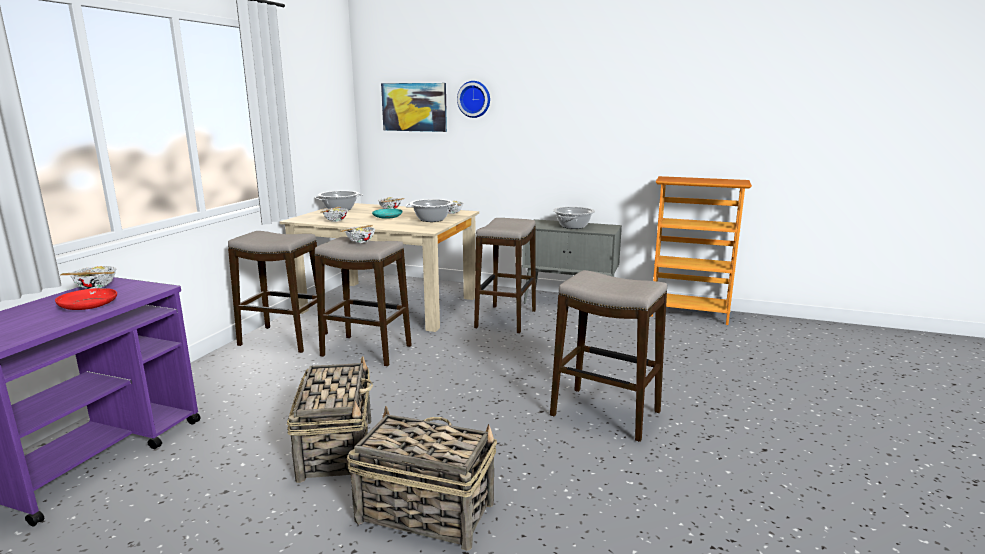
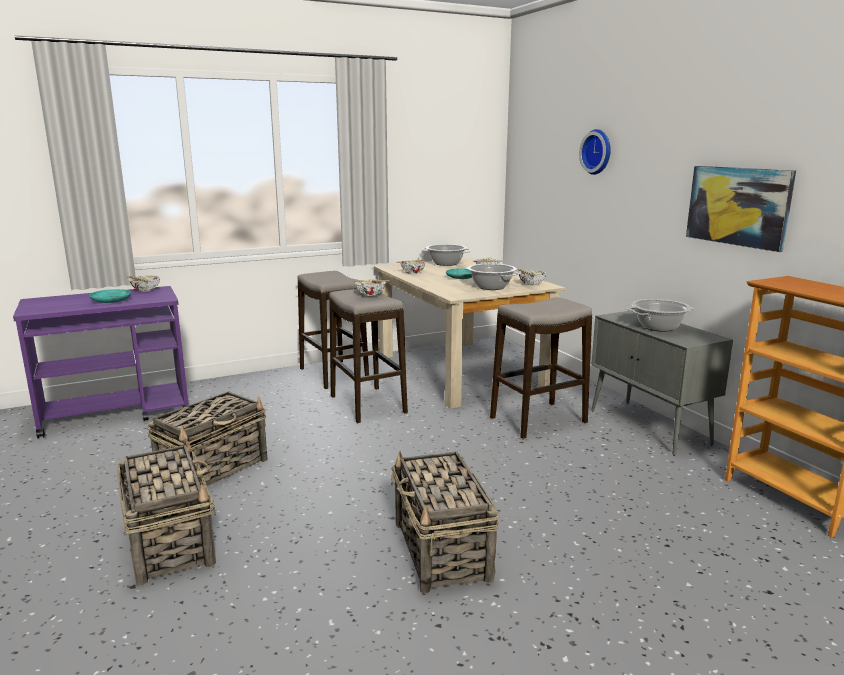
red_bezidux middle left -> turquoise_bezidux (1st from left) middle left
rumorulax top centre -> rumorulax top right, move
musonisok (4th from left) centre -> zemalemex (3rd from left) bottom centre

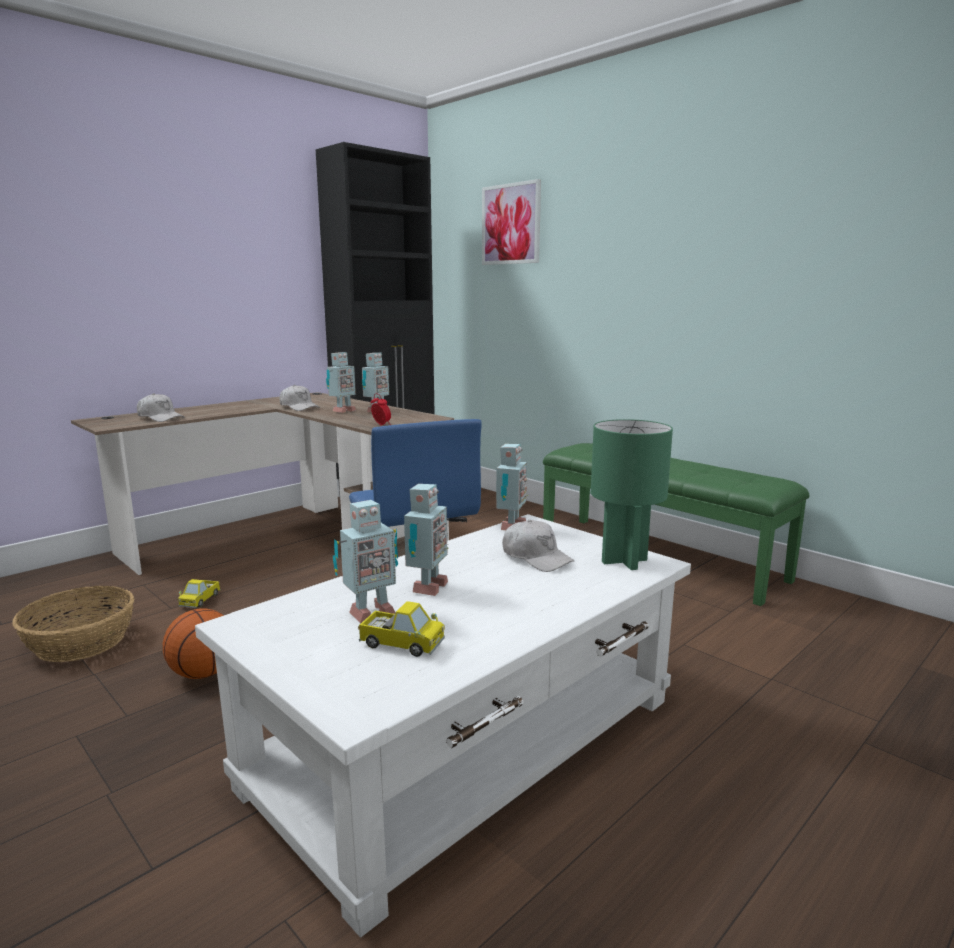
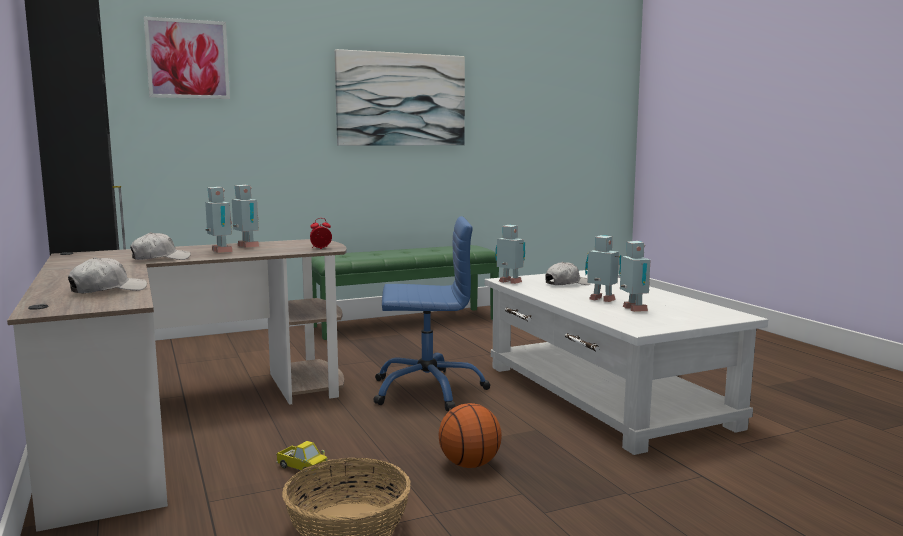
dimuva (2nd from left) centre -> none
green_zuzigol centre -> none
none -> rumorulax (2nd from left) top centre

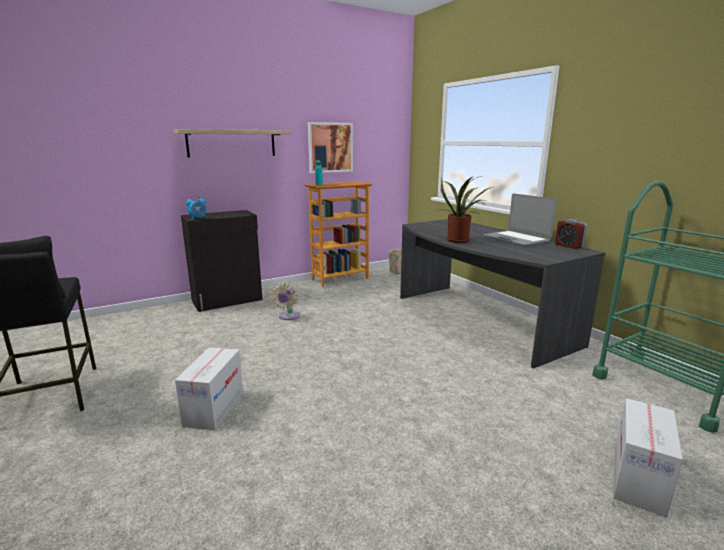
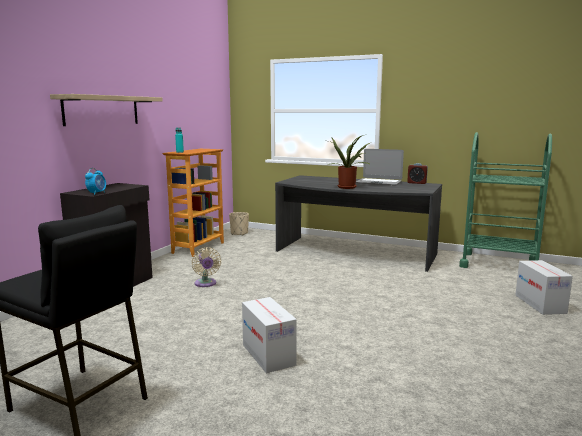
rumorulax top centre -> none

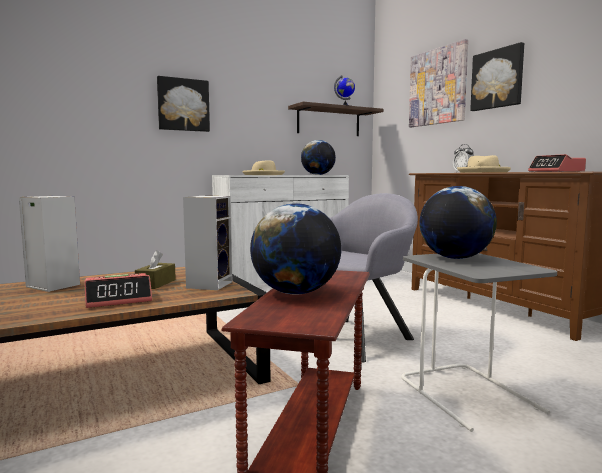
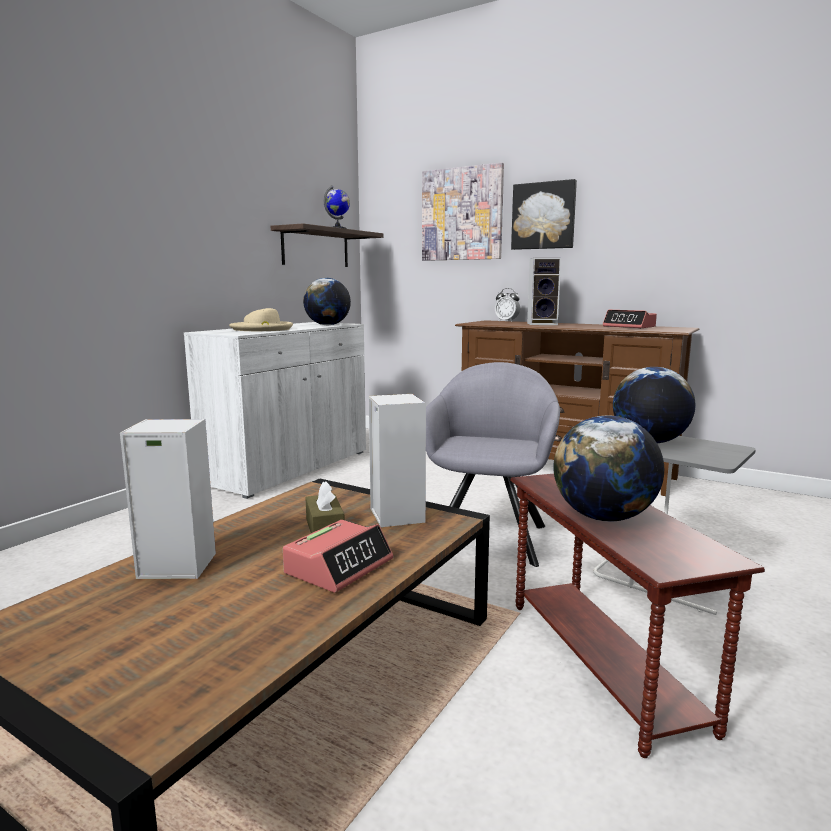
rumorulax (1st from left) top left -> none
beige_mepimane (2nd from left) middle right -> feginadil (3rd from left) centre

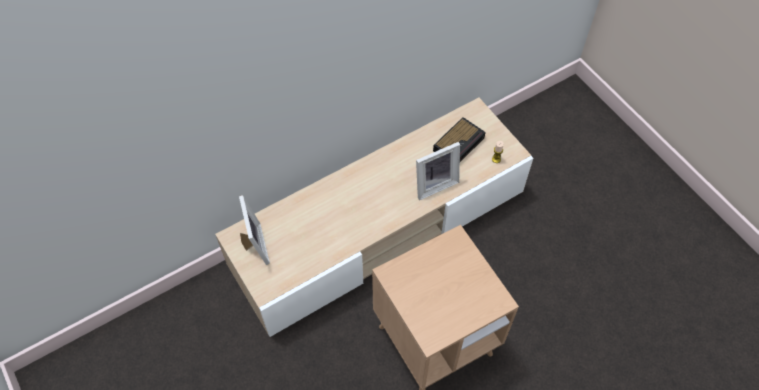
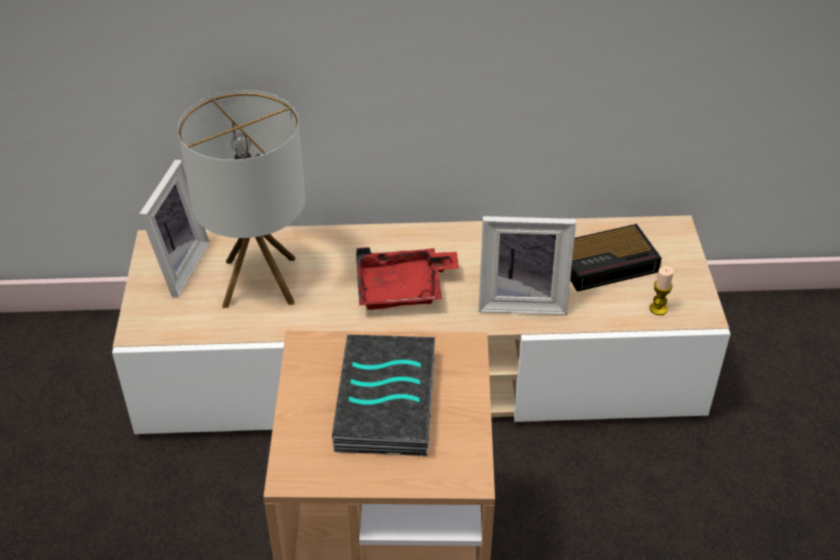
none -> zuzigol middle left
none -> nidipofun bottom centre
none -> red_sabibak centre

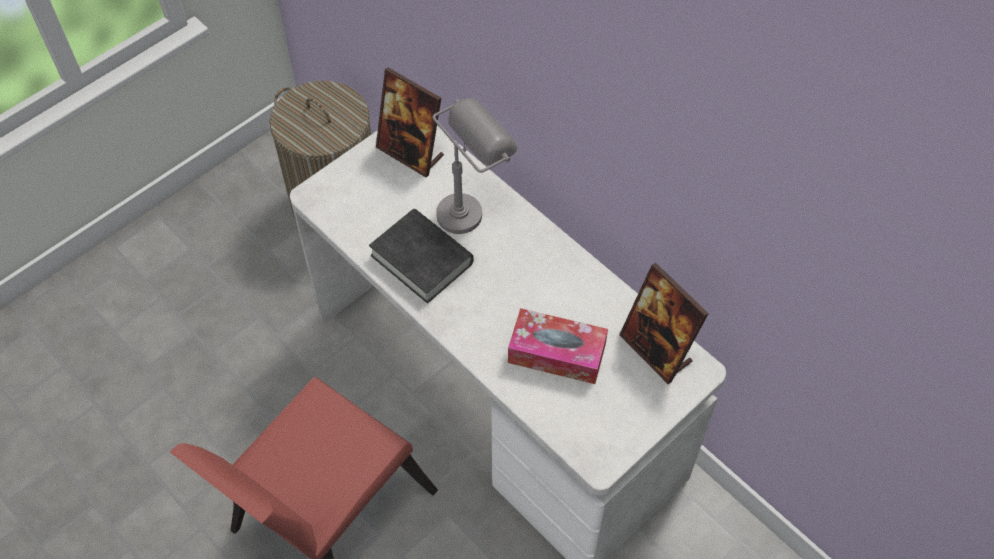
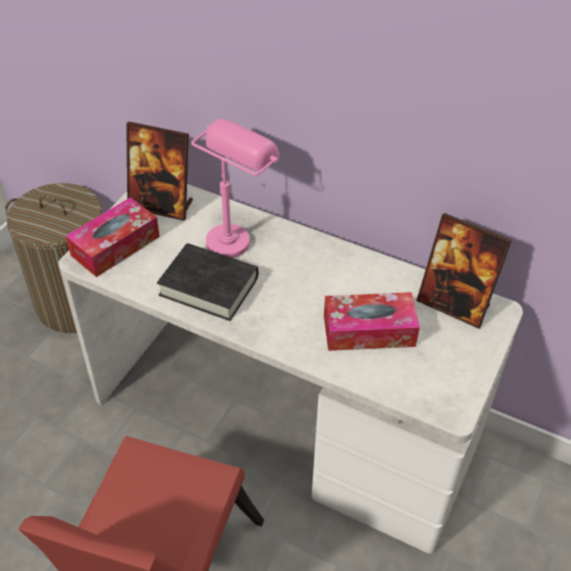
grey_zuzigol top centre -> pink_zuzigol top centre
none -> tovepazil (1st from left) middle left

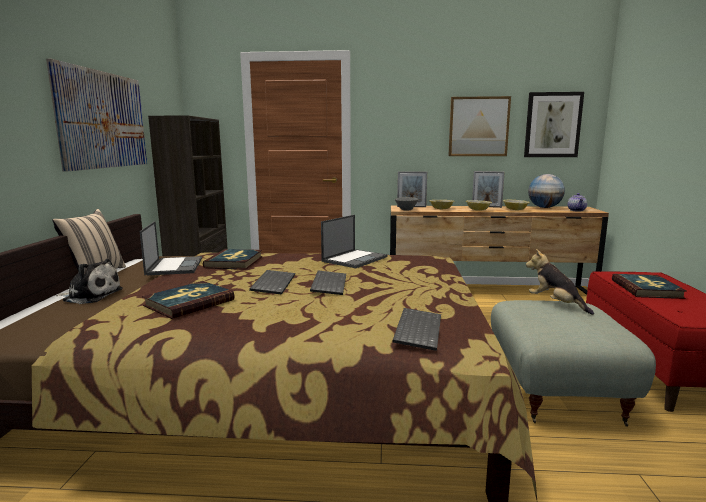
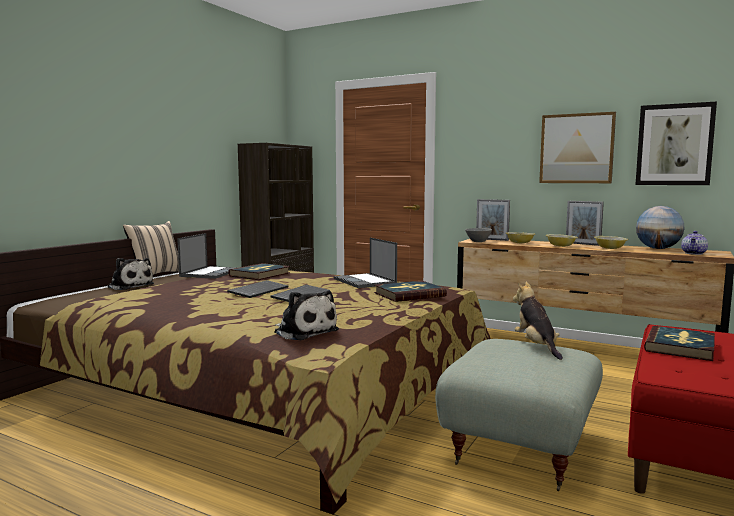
rumorulax (1st from left) top left -> none
nidipofun (1st from left in the first image) middle left -> nidipofun (2nd from left) centre, move
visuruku (2nd from left) centre, 90 degrees clockwise
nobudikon (3rd from left) centre -> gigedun (2nd from left) centre

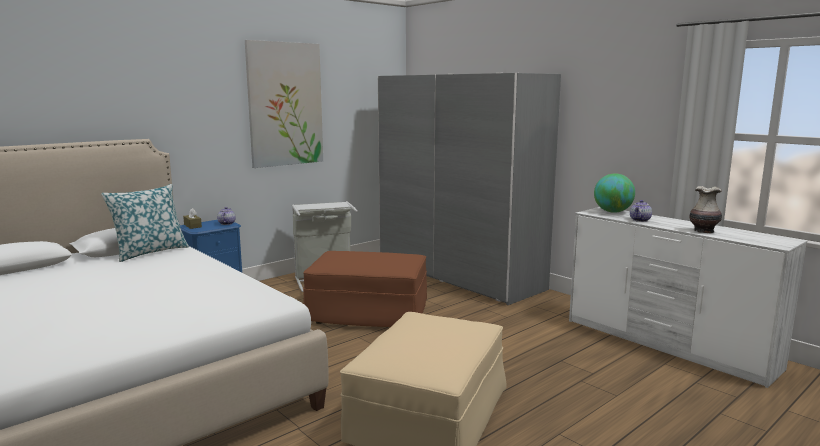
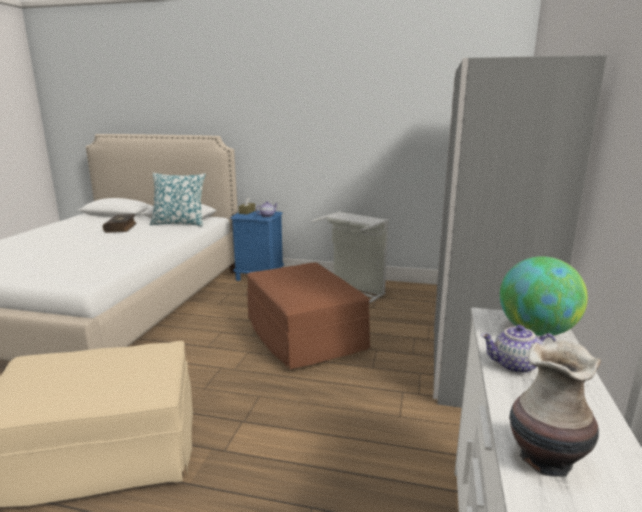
rumorulax top centre -> none
none -> nidipofun middle left

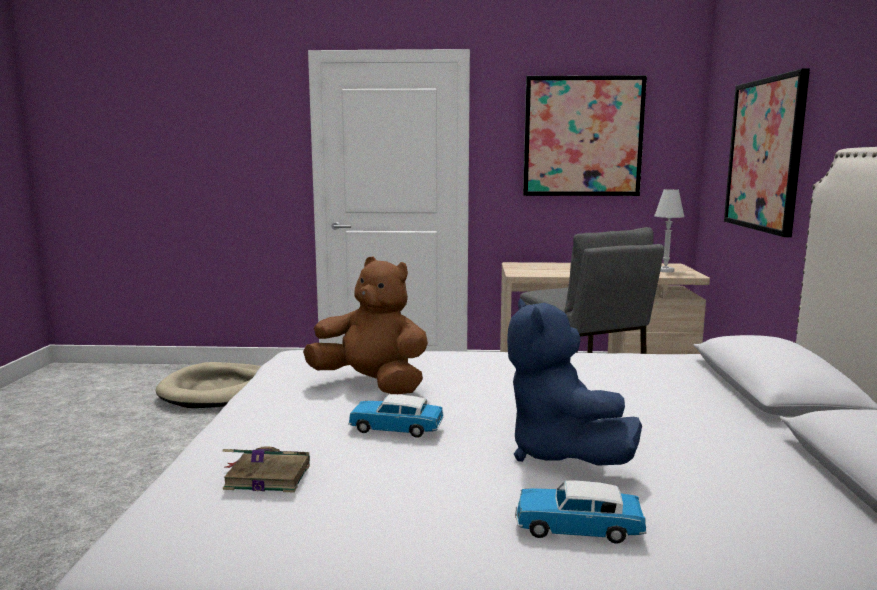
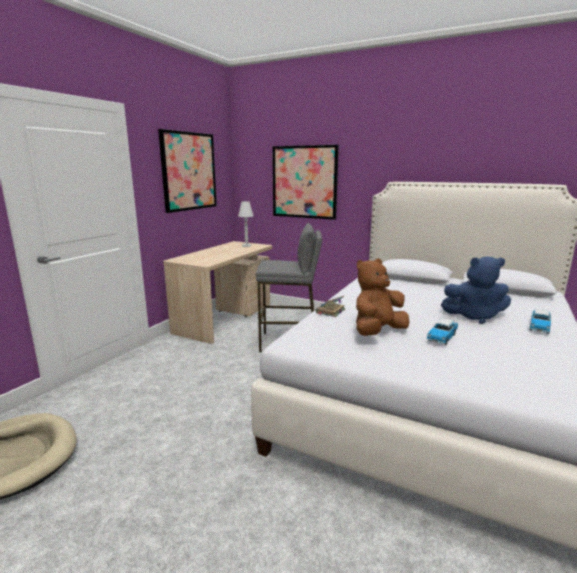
nidipofun bottom left -> nidipofun centre, move

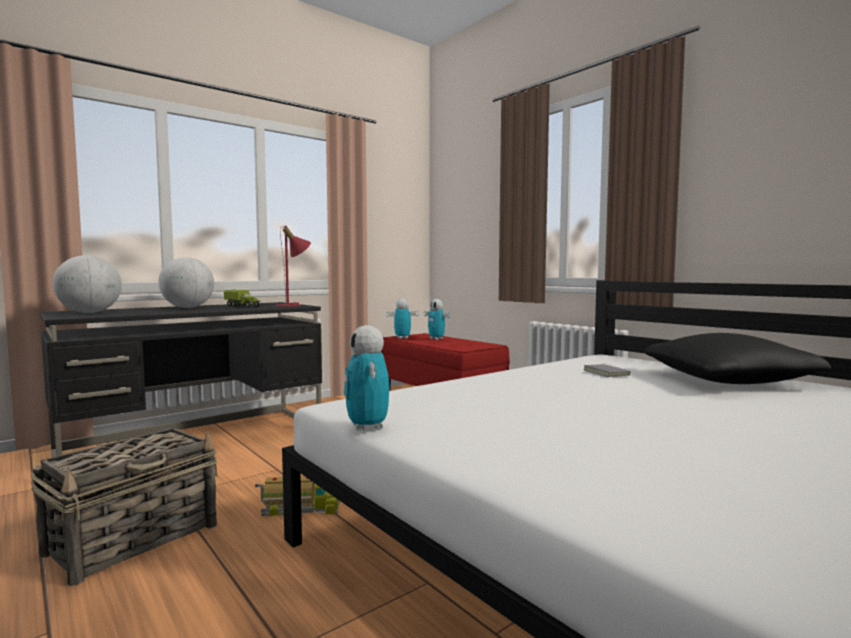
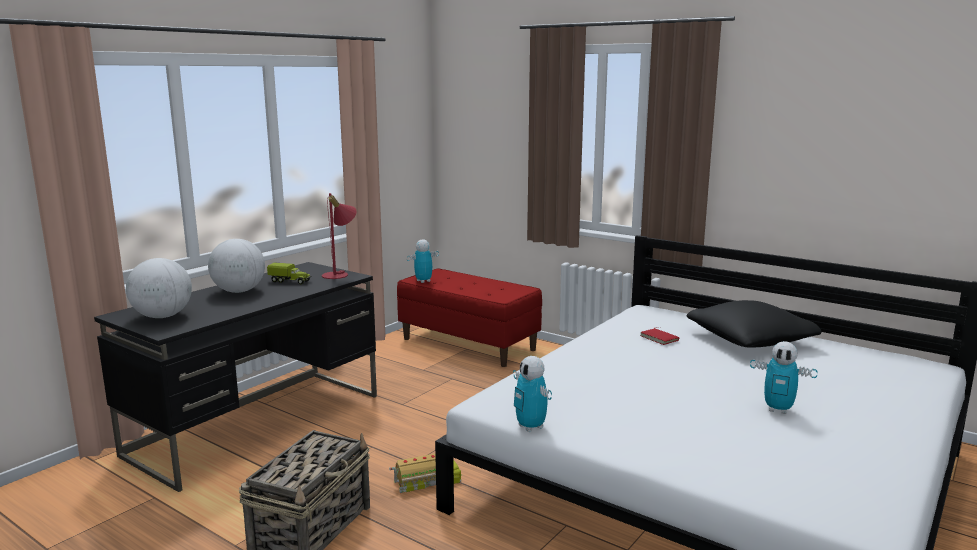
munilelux (3rd from left) centre -> munilelux (3rd from left) bottom right, move
grey_nidipofun middle right -> red_nidipofun middle right

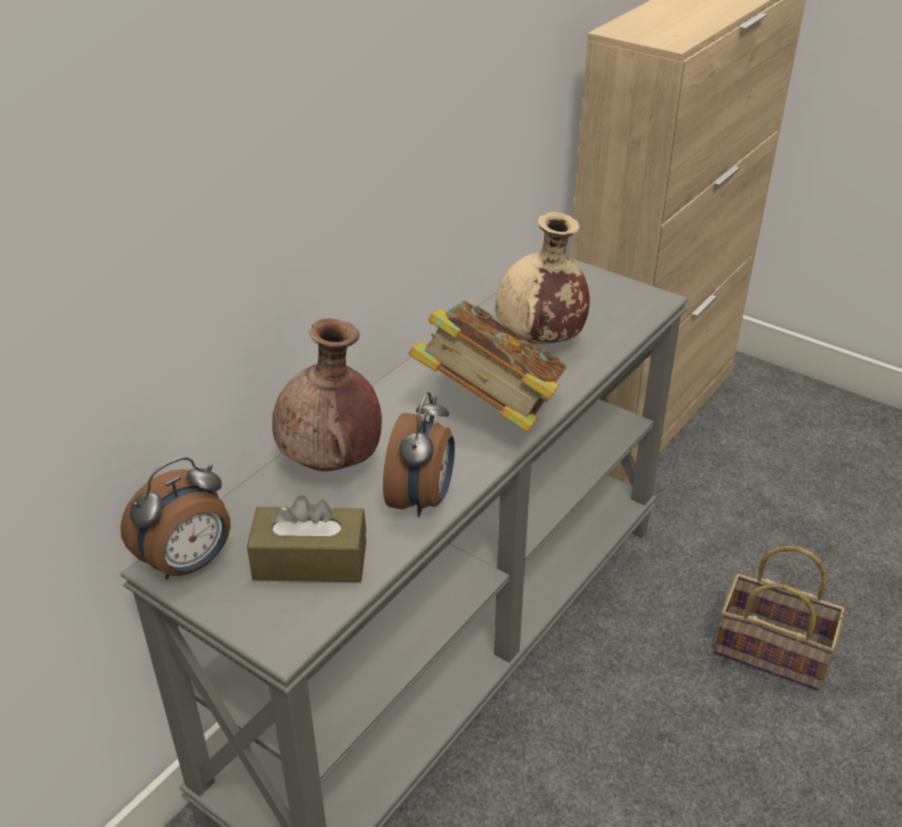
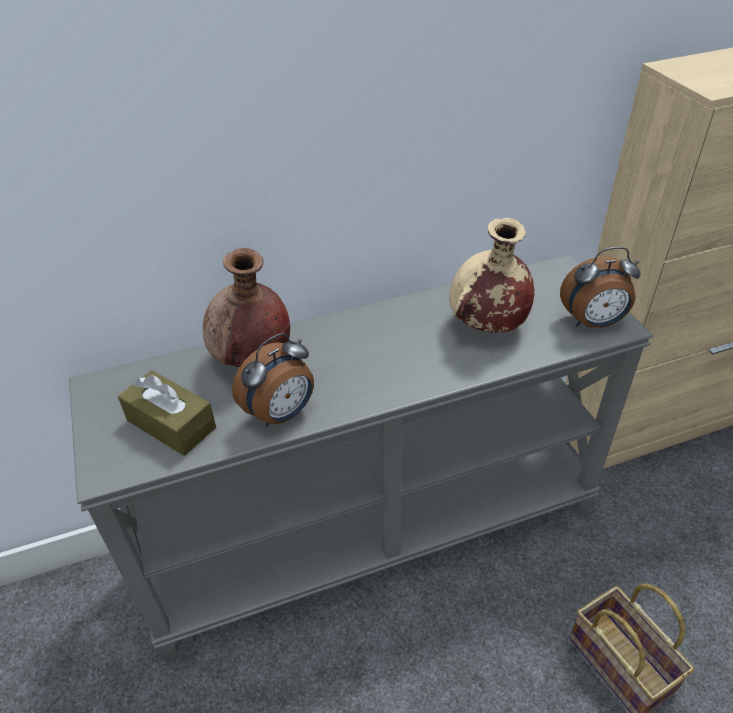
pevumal (1st from left in the first image) middle left -> pevumal (2nd from left) middle right, move
nidipofun centre -> none

